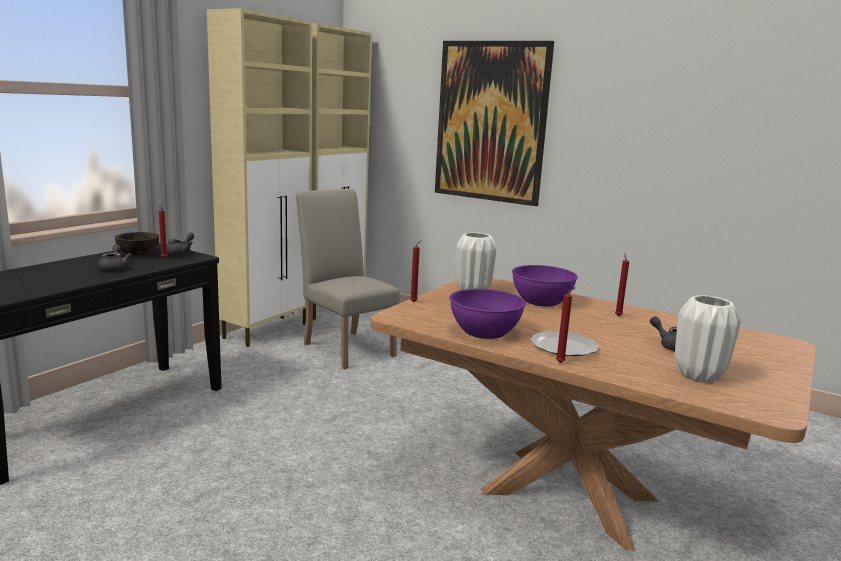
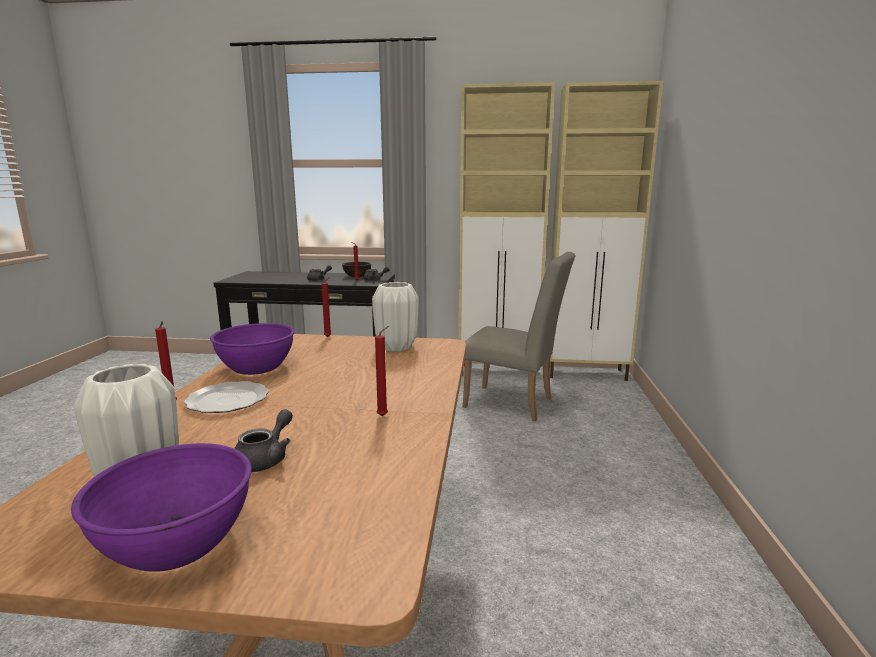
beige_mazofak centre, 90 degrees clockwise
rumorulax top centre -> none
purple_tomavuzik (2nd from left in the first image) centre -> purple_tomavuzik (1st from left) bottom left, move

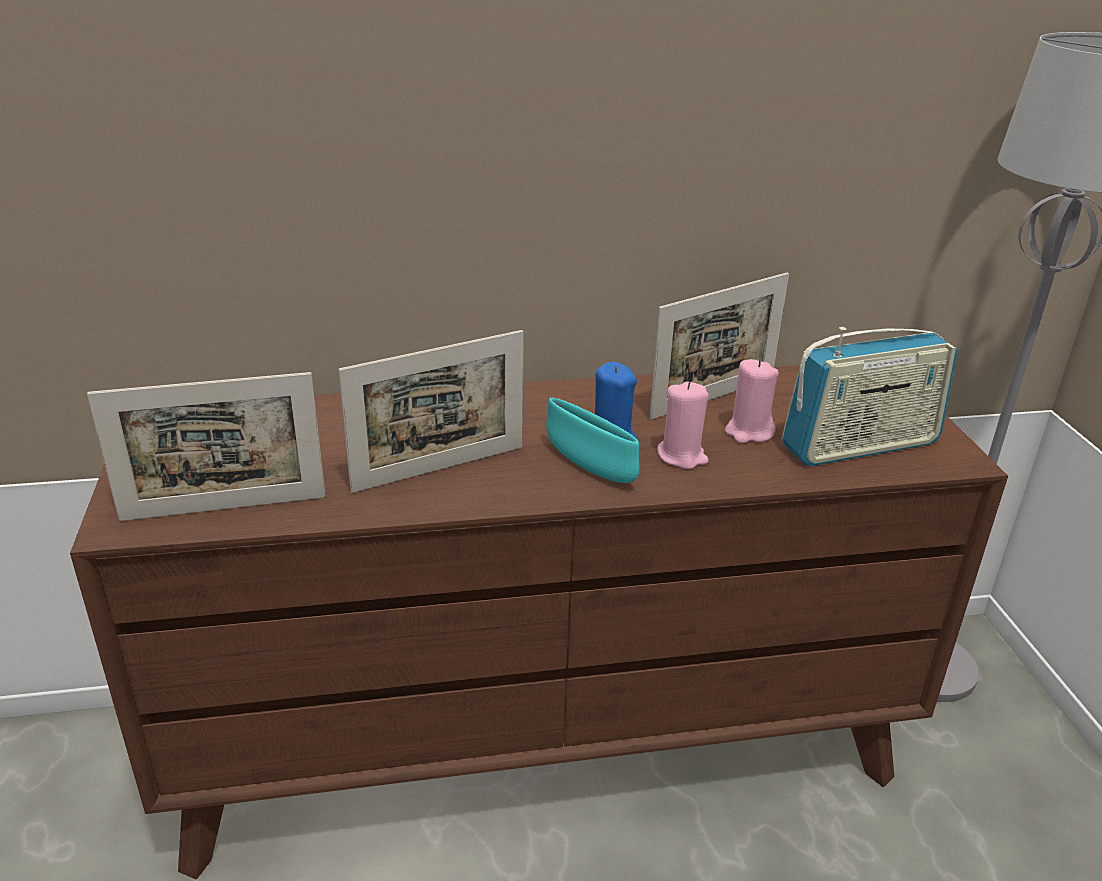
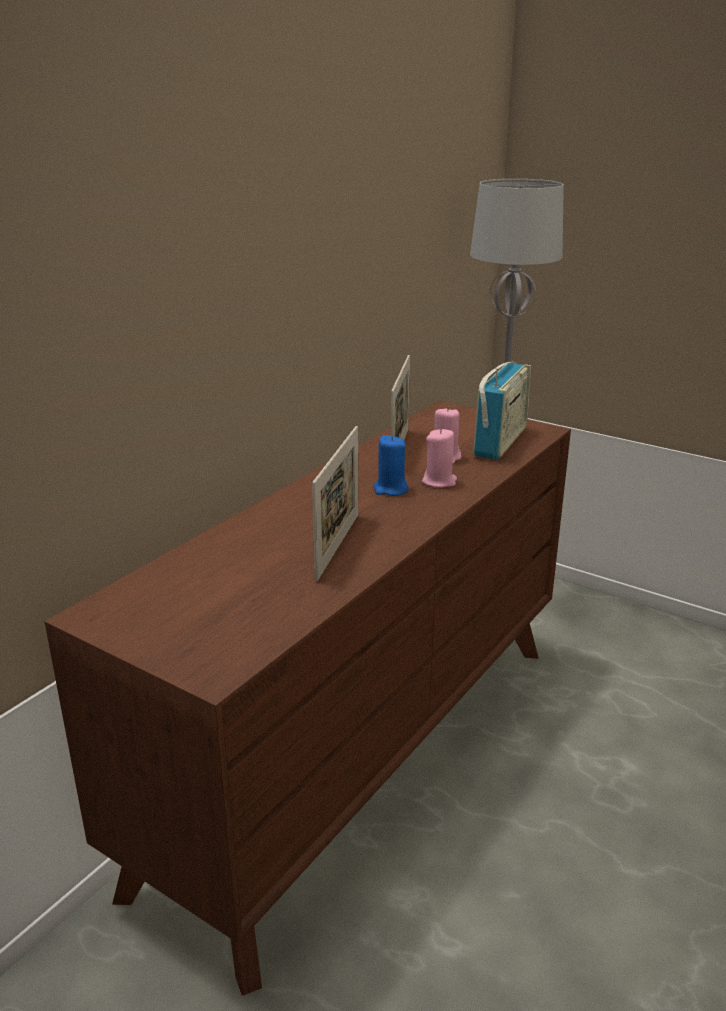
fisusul (1st from left) middle left -> none
turquoise_tomavuzik centre -> none

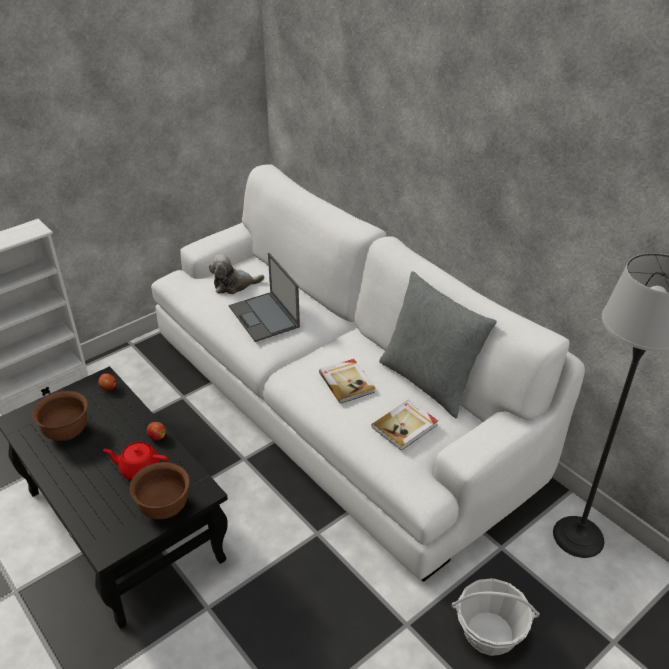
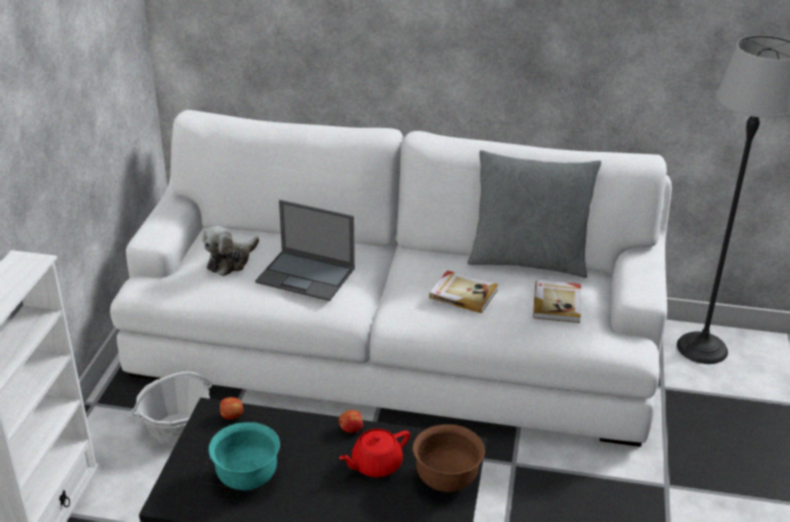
brown_tomavuzik (1st from left) middle left -> turquoise_tomavuzik bottom left
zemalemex bottom right -> zemalemex bottom left, move

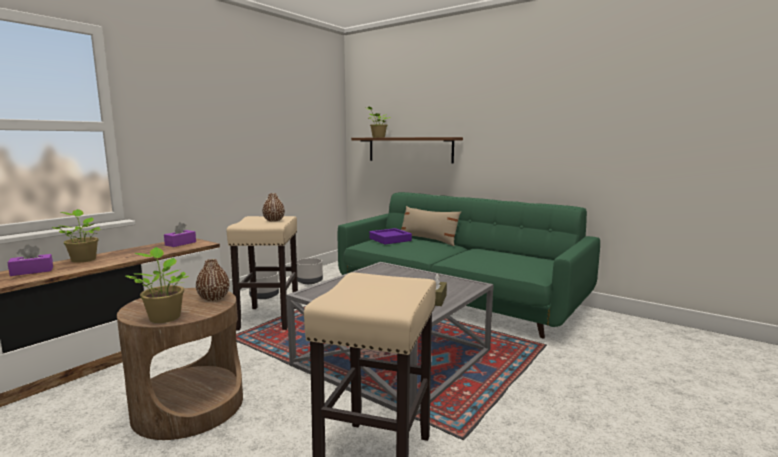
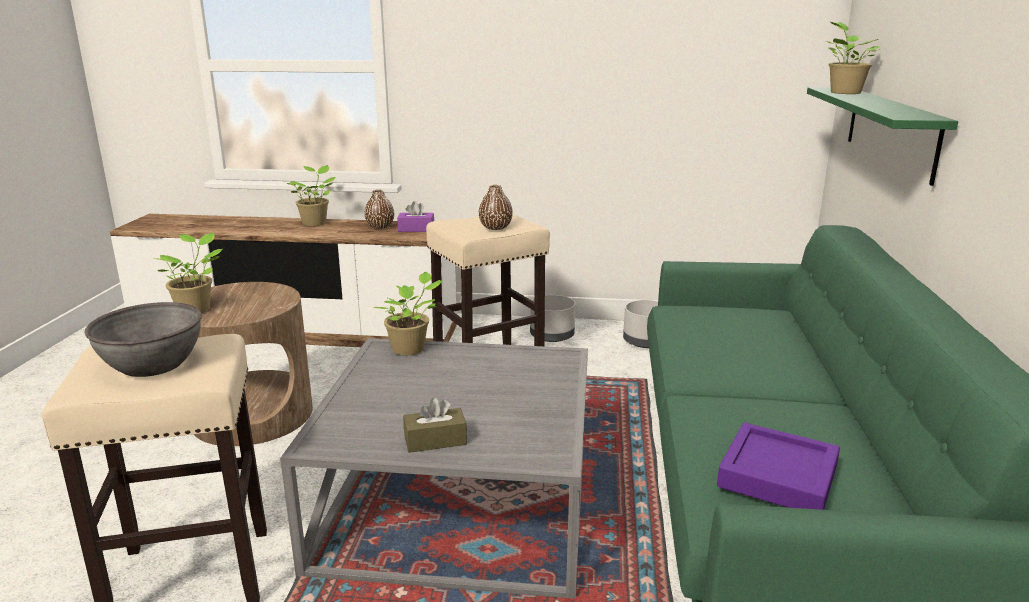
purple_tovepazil (1st from left) middle left -> none
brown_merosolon (1st from left) middle left -> brown_merosolon (1st from left) centre, move
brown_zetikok top centre -> green_zetikok top right
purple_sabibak centre -> purple_sabibak bottom right, move
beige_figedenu centre -> none
none -> grey_tomavuzik middle left
none -> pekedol (3rd from left) centre

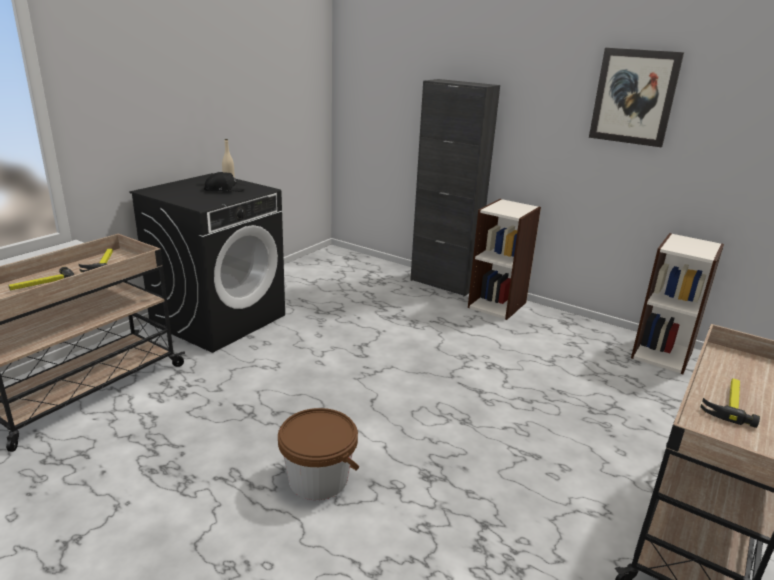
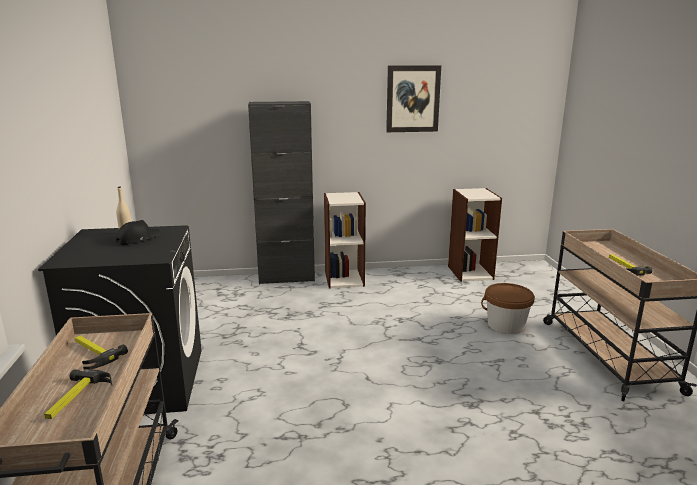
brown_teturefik bottom centre -> brown_teturefik middle right, move

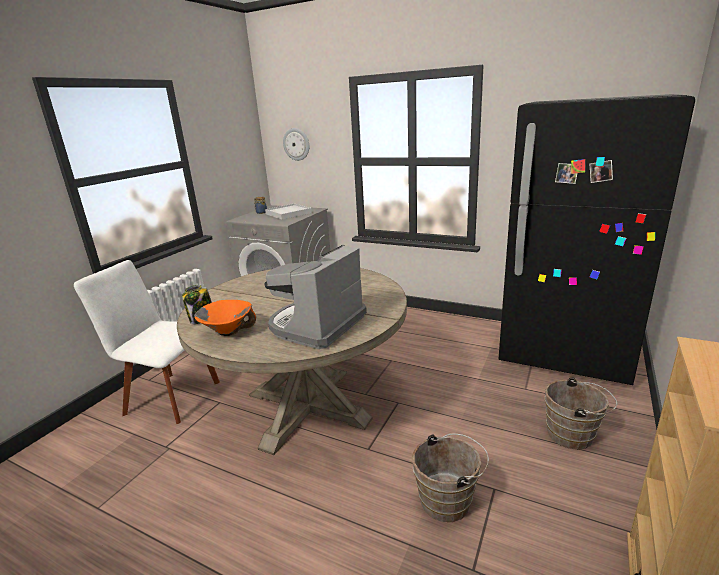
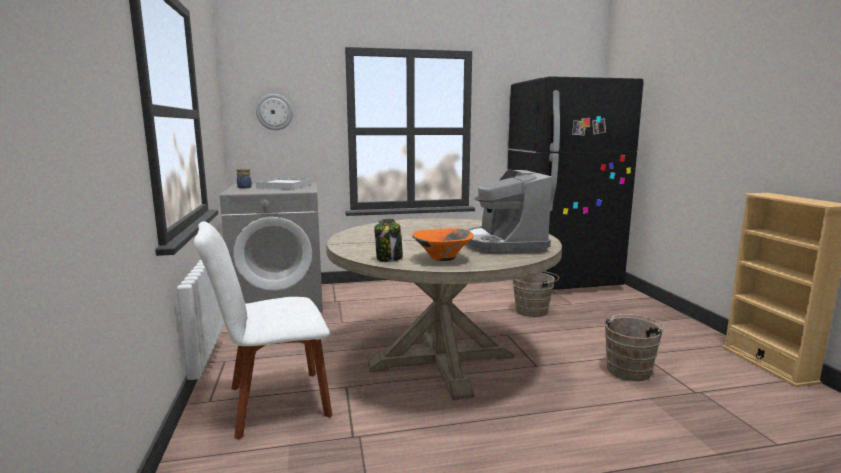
brown_teturefik (2nd from left in the first image) bottom right -> brown_teturefik (1st from left) centre, move

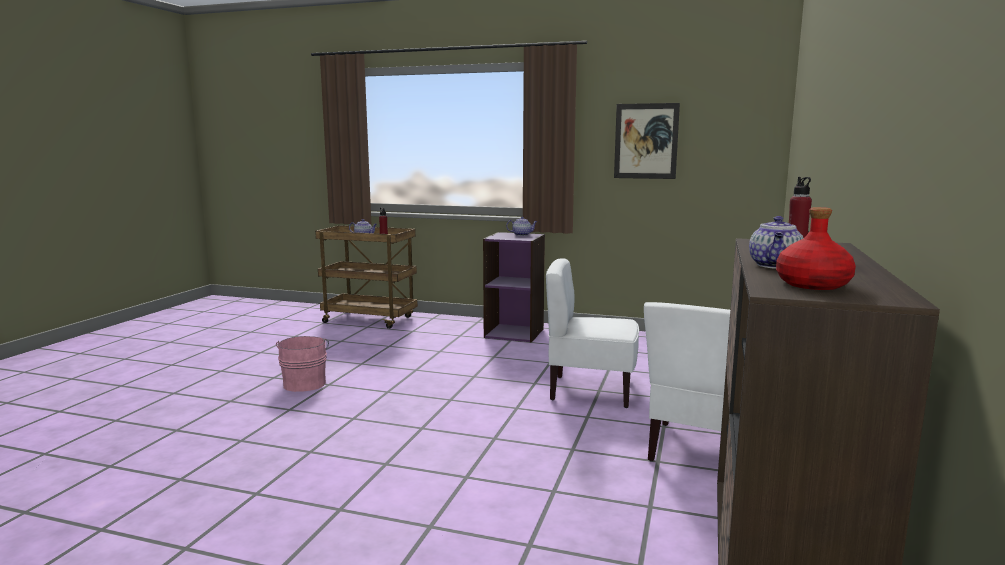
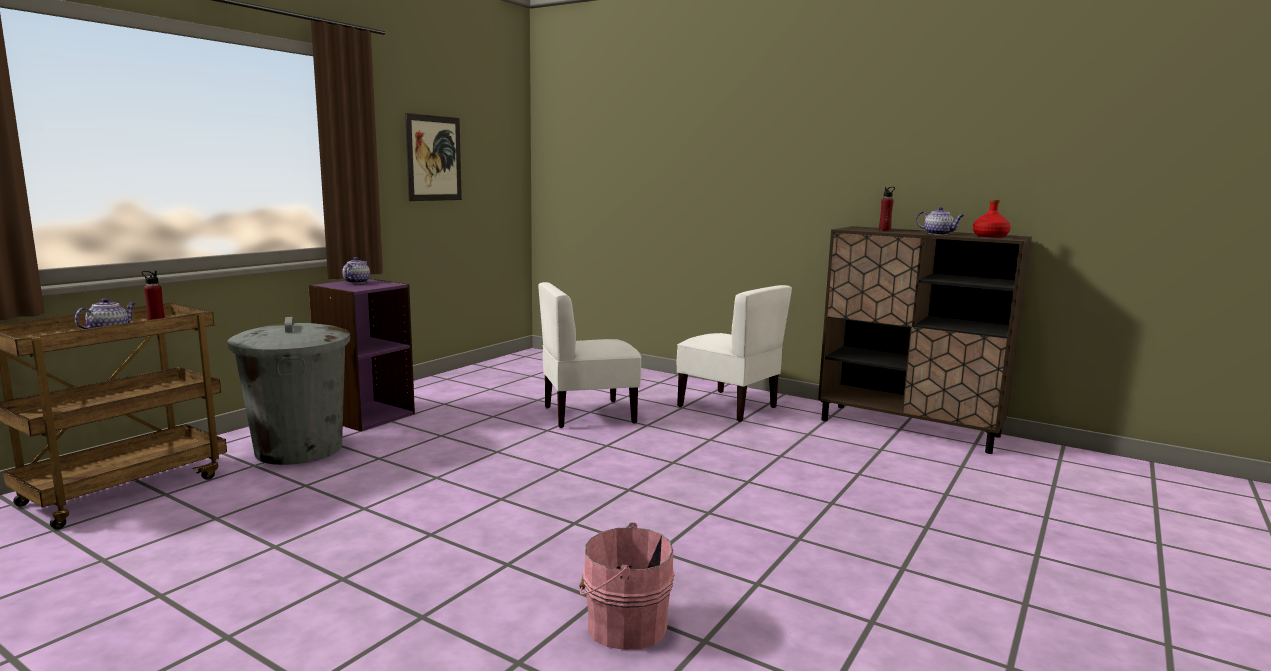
pink_teturefik middle left -> pink_teturefik bottom centre, move
white_mazofak (1st from left) centre, 45 degrees clockwise
none -> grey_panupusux middle left

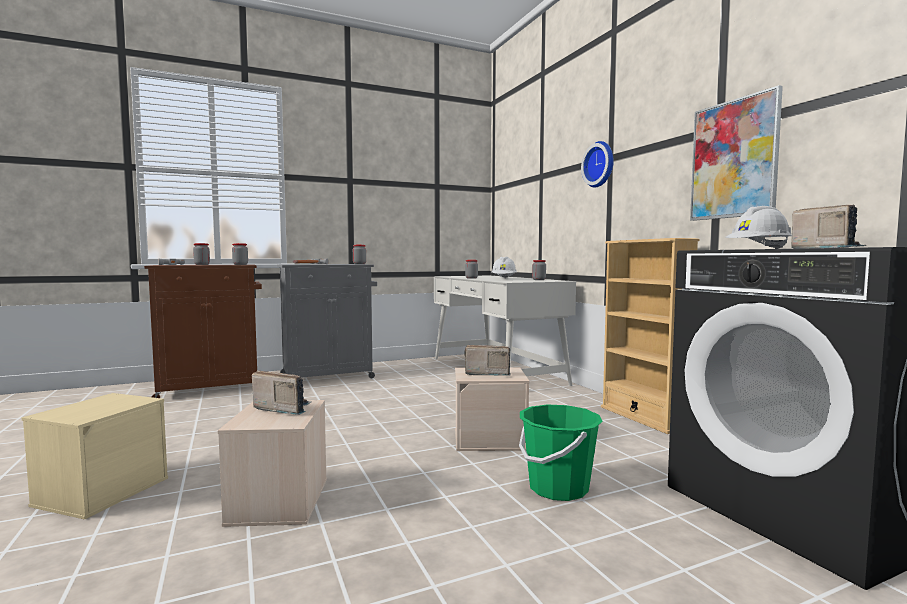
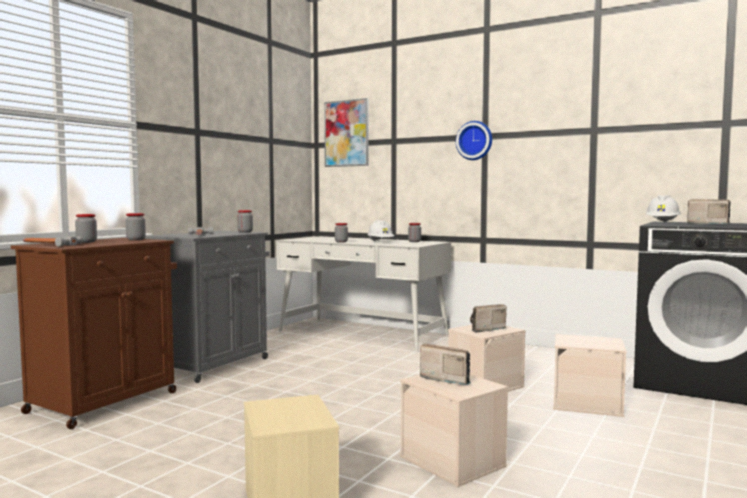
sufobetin (1st from left) middle left -> sufobetin (1st from left) bottom centre, 45 degrees clockwise
green_teturefik bottom centre -> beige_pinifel (4th from left) bottom right
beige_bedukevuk middle right -> none
rumorulax top right -> rumorulax top centre, move

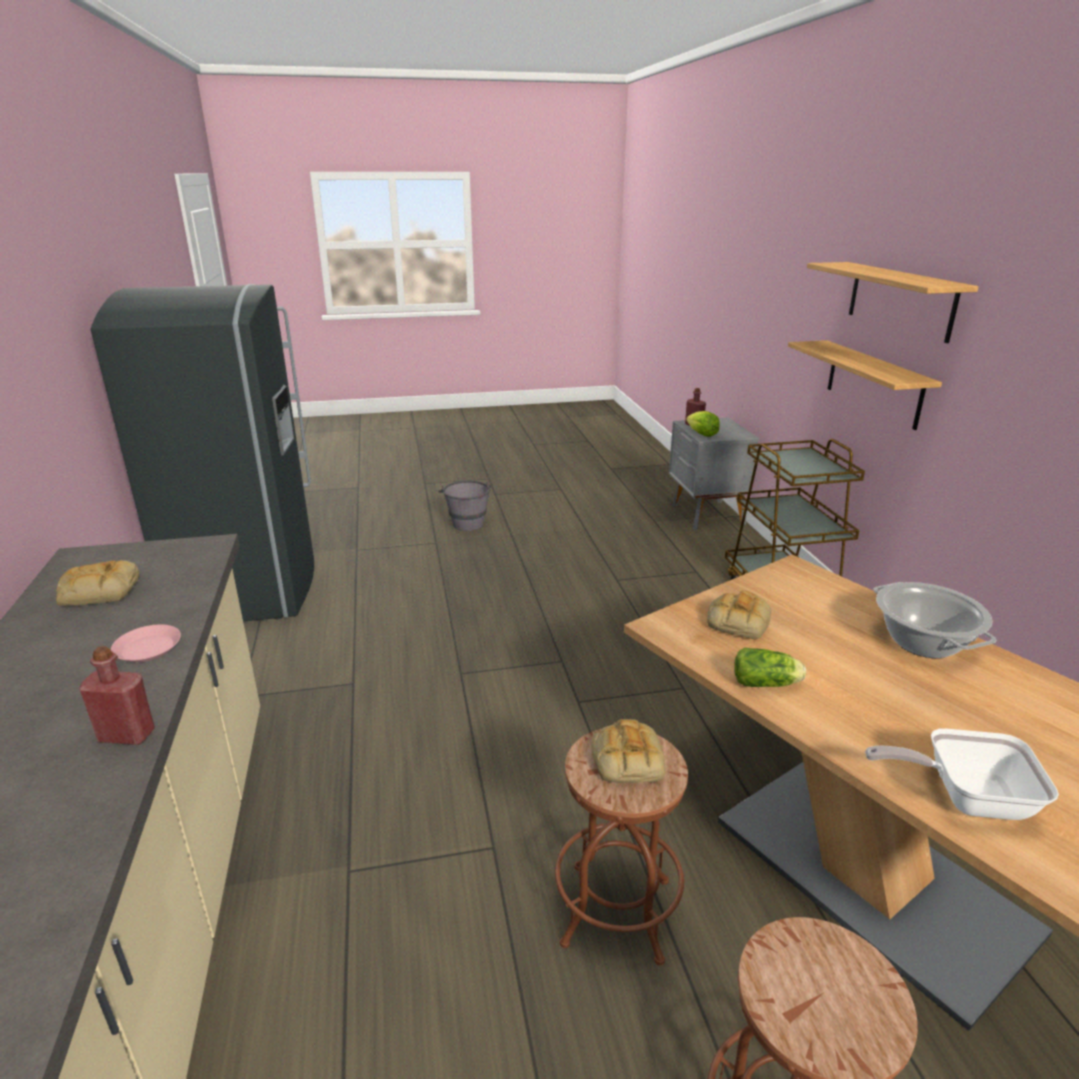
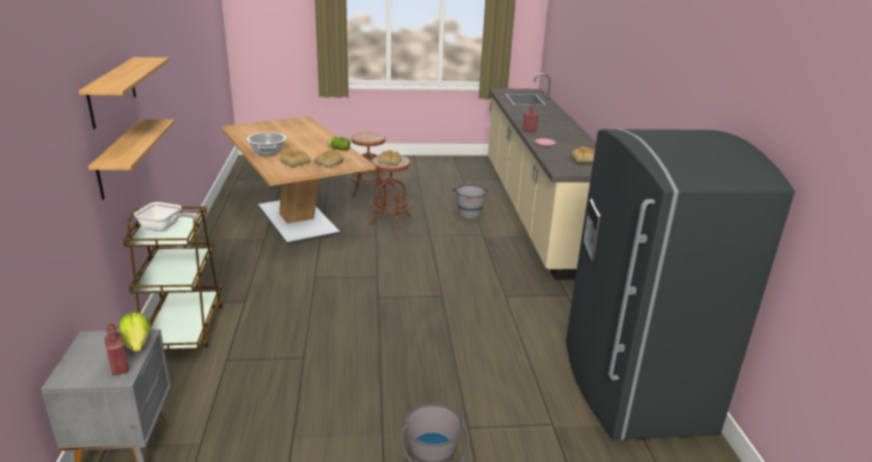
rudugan bottom right -> rudugan middle left, move
none -> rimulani (1st from left) centre
none -> grey_teturefik (2nd from left) centre

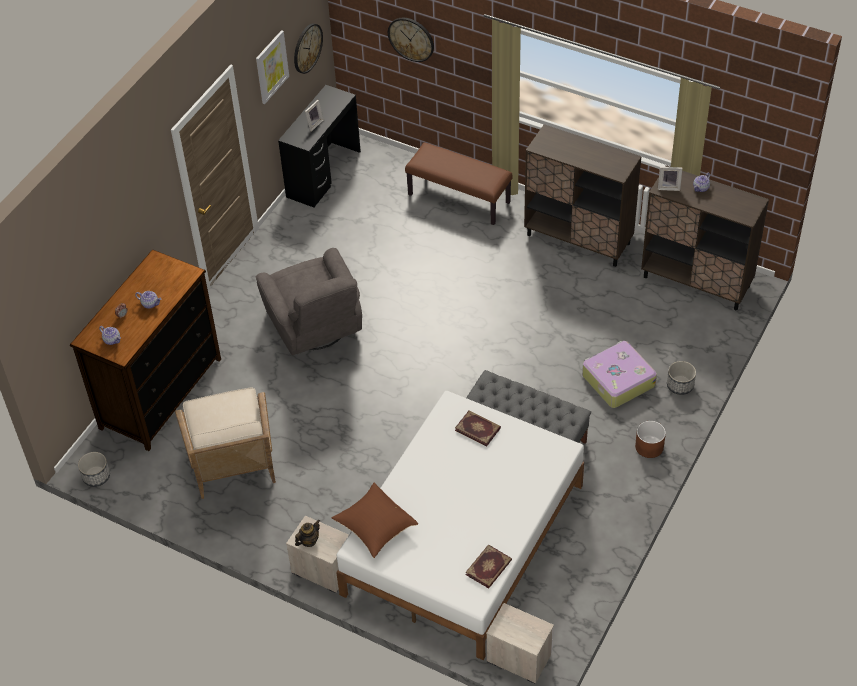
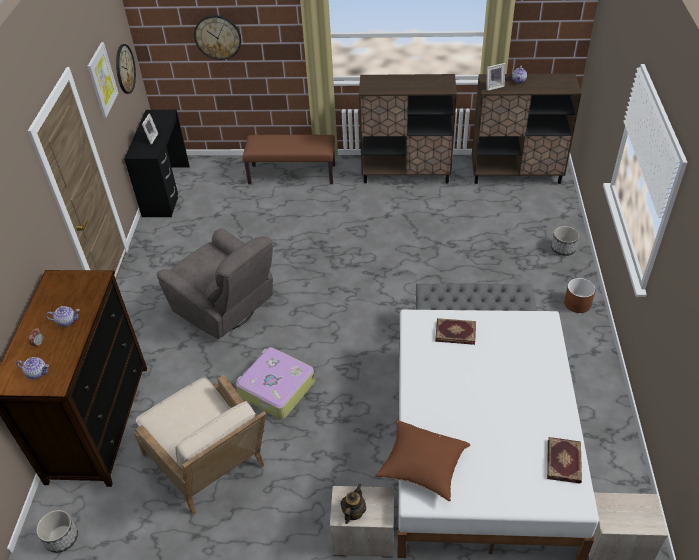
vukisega middle right -> vukisega bottom centre, move

